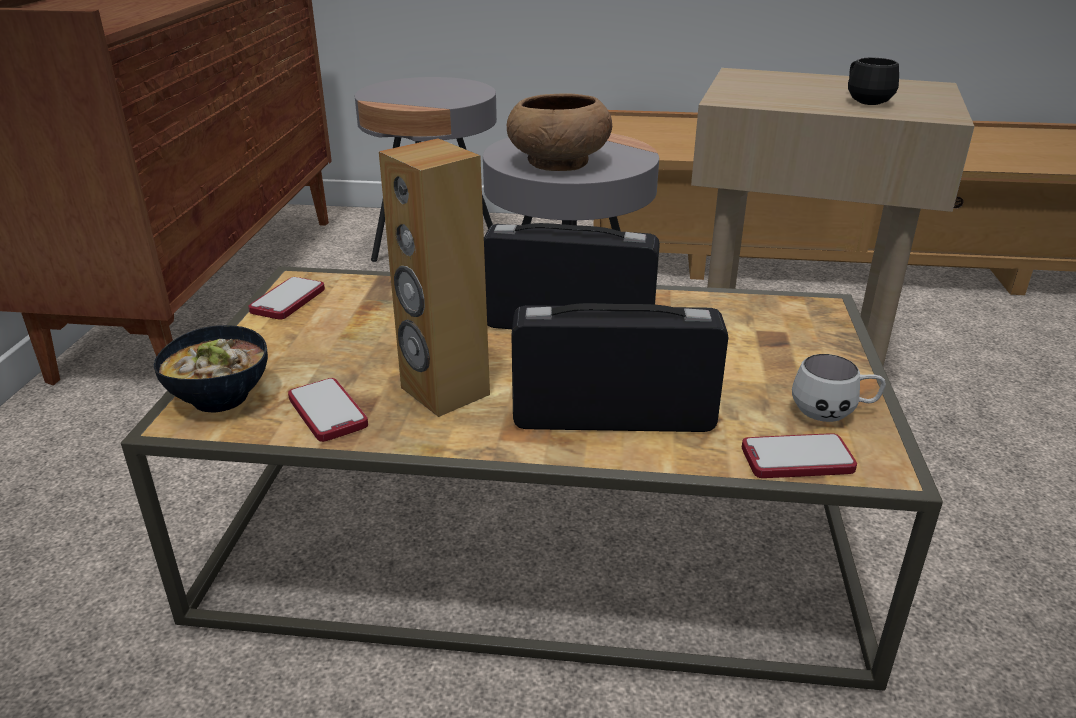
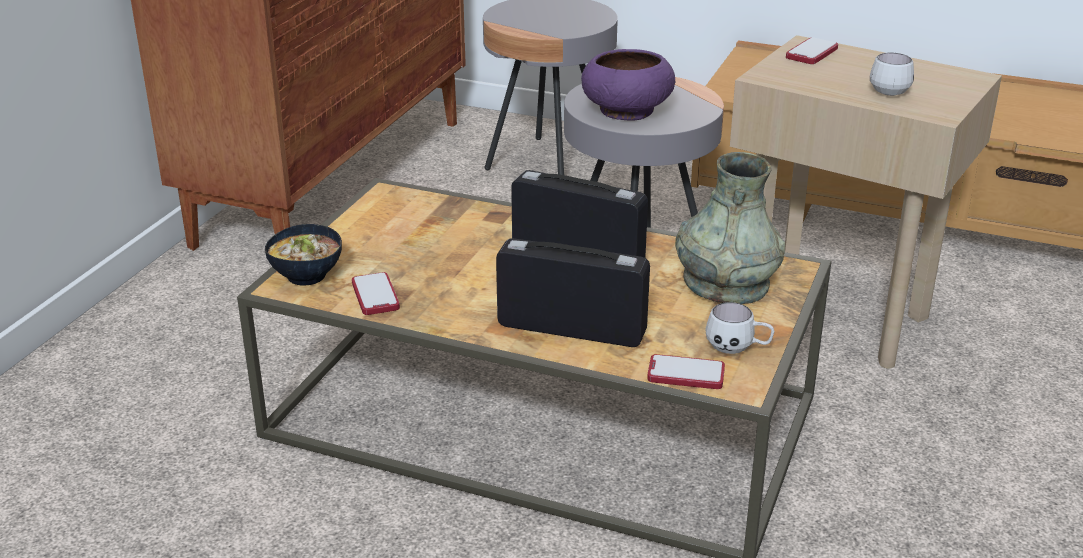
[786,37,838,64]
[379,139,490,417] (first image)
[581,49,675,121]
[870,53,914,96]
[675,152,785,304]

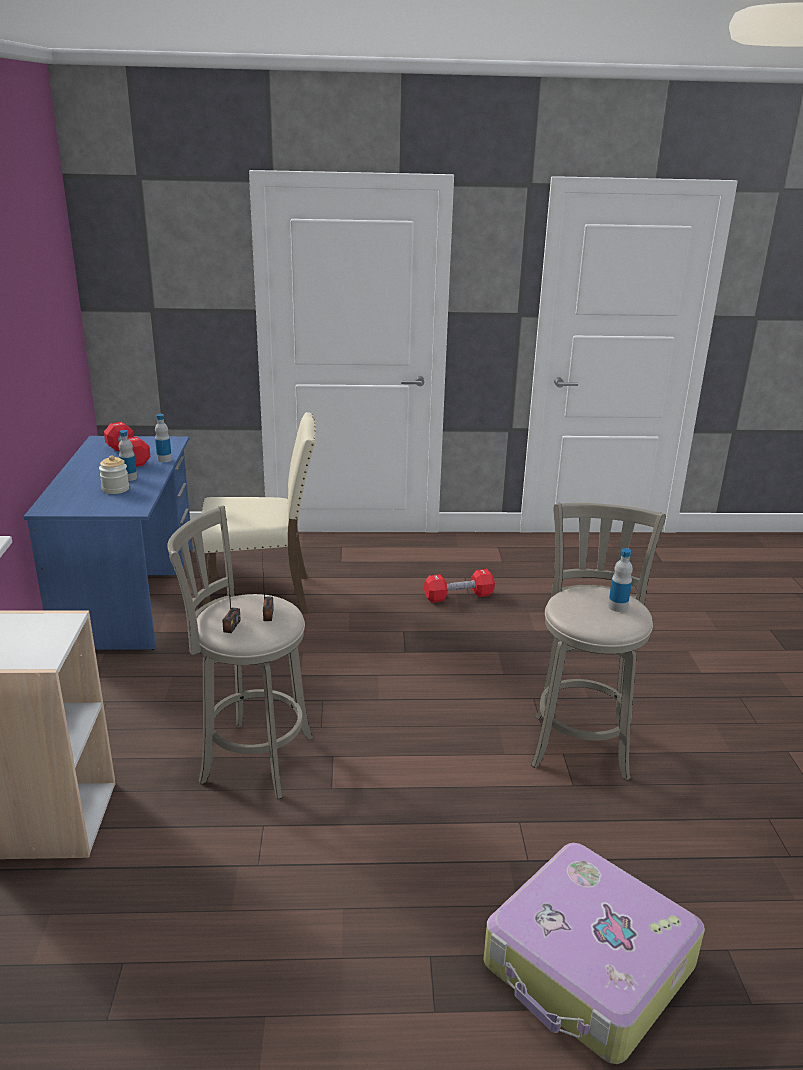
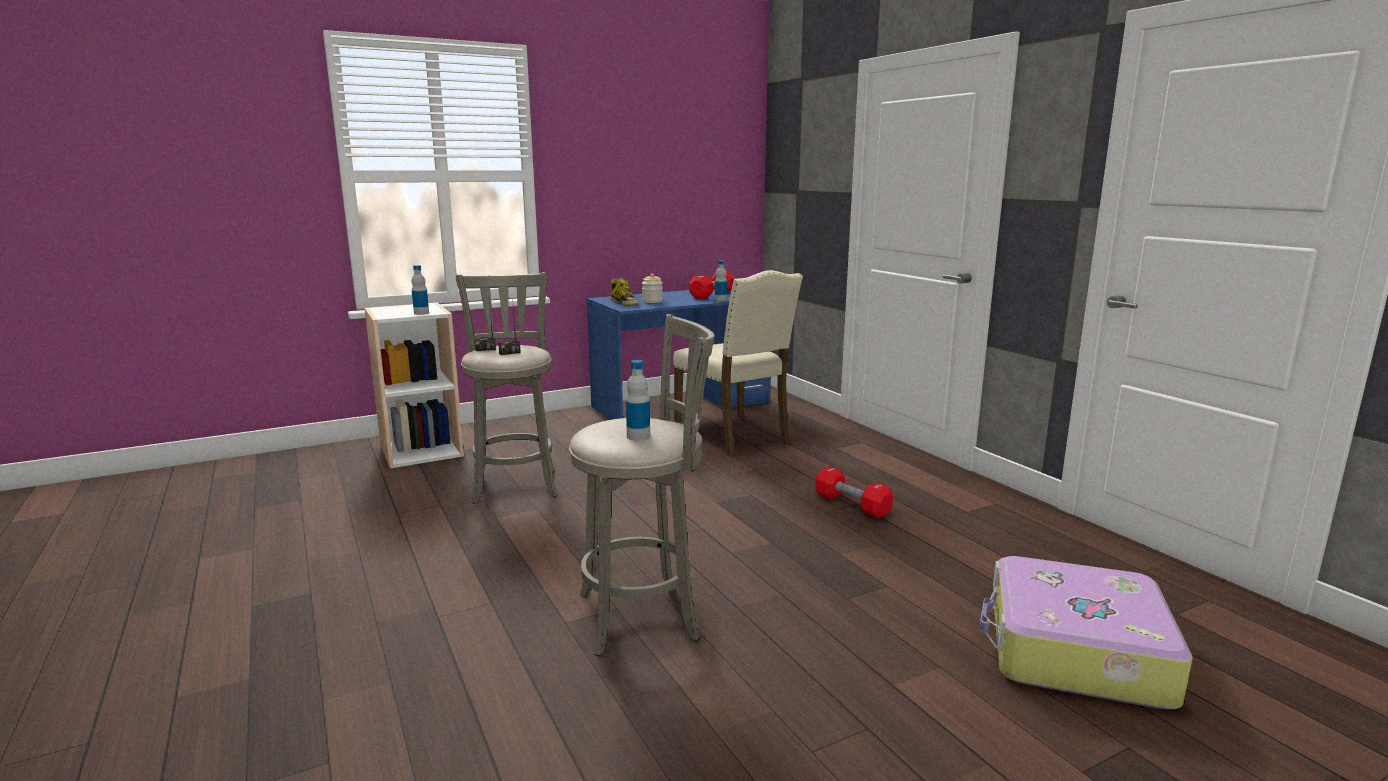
[412,265,429,315]
[979,556,1192,709]
[611,278,639,305]

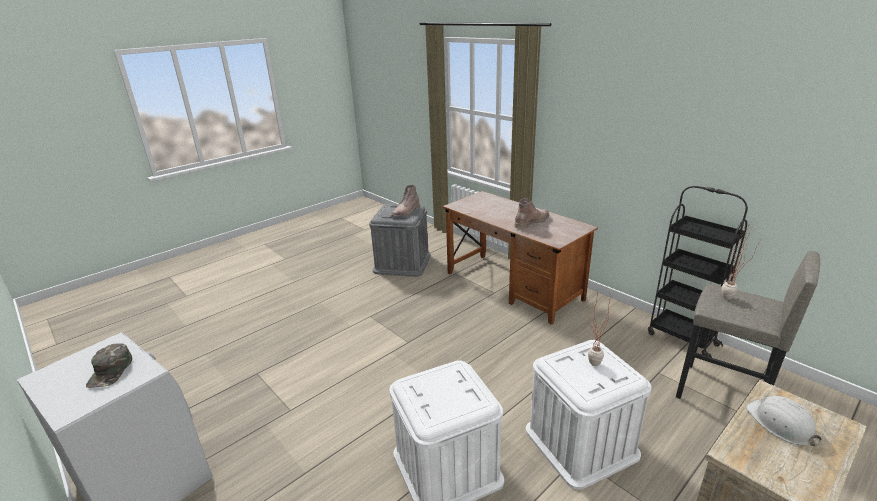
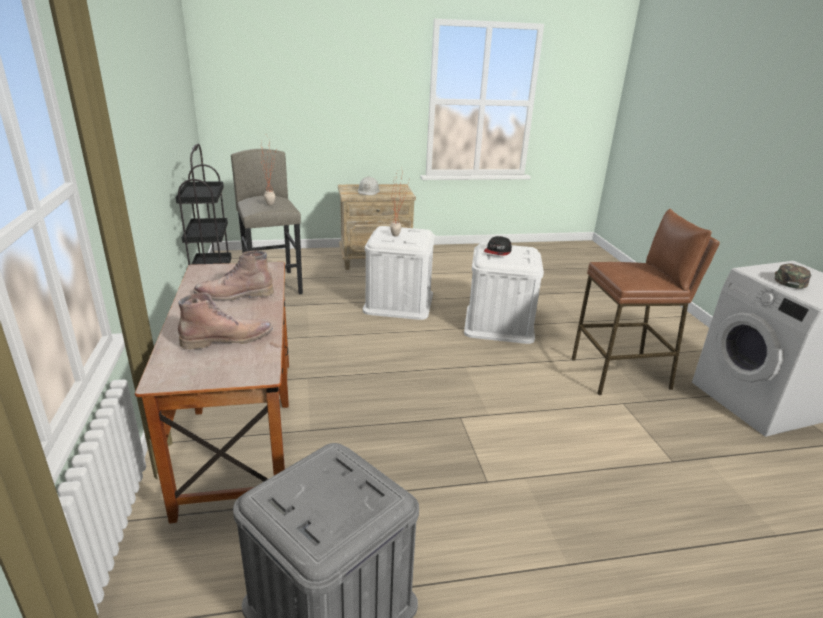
[178,293,273,349]
[484,236,512,255]
[572,209,720,395]

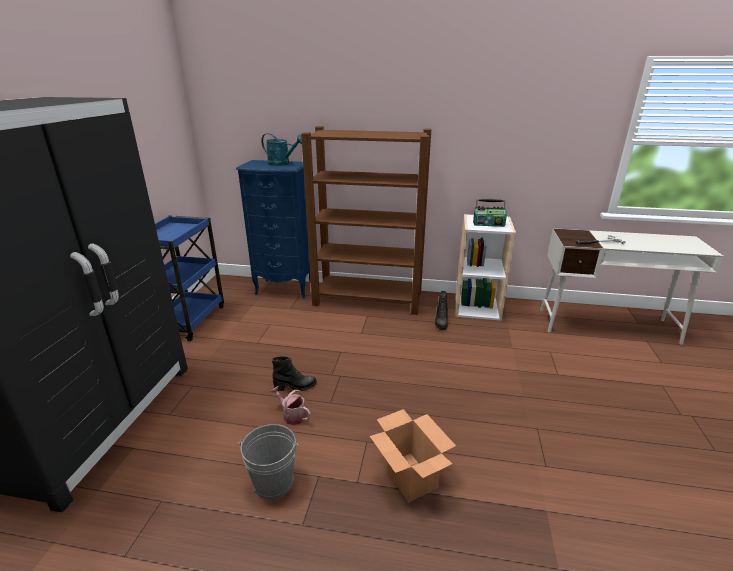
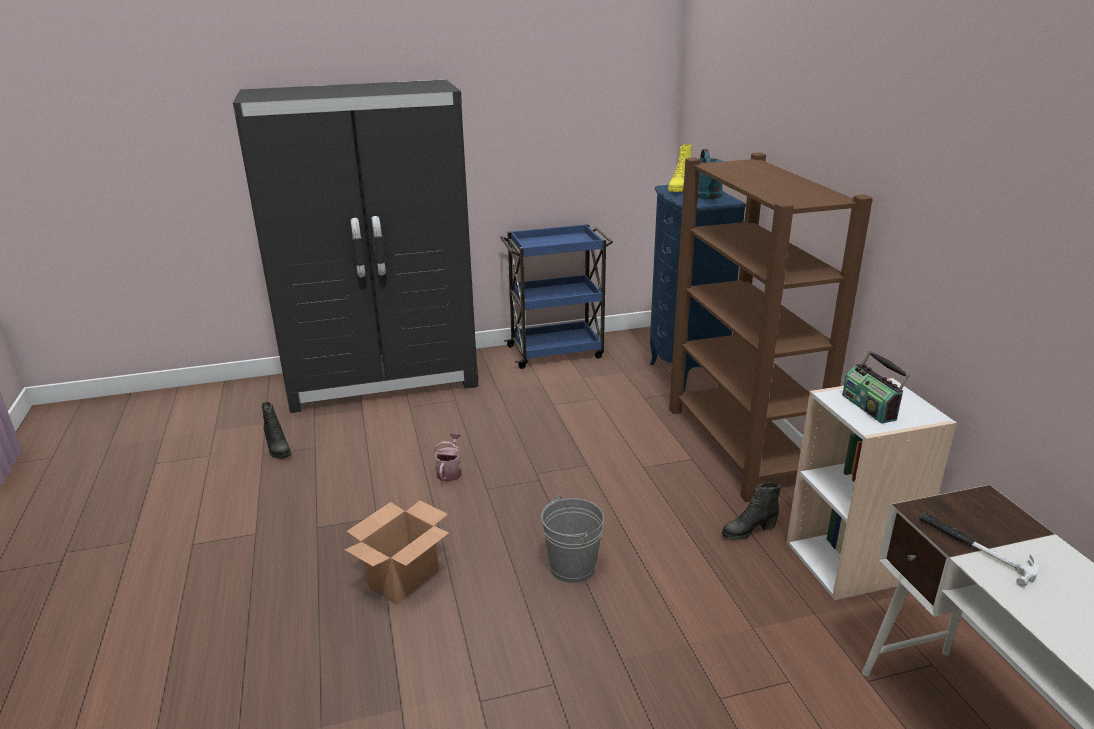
[541,495,604,583]
[262,402,291,459]
[668,144,692,192]

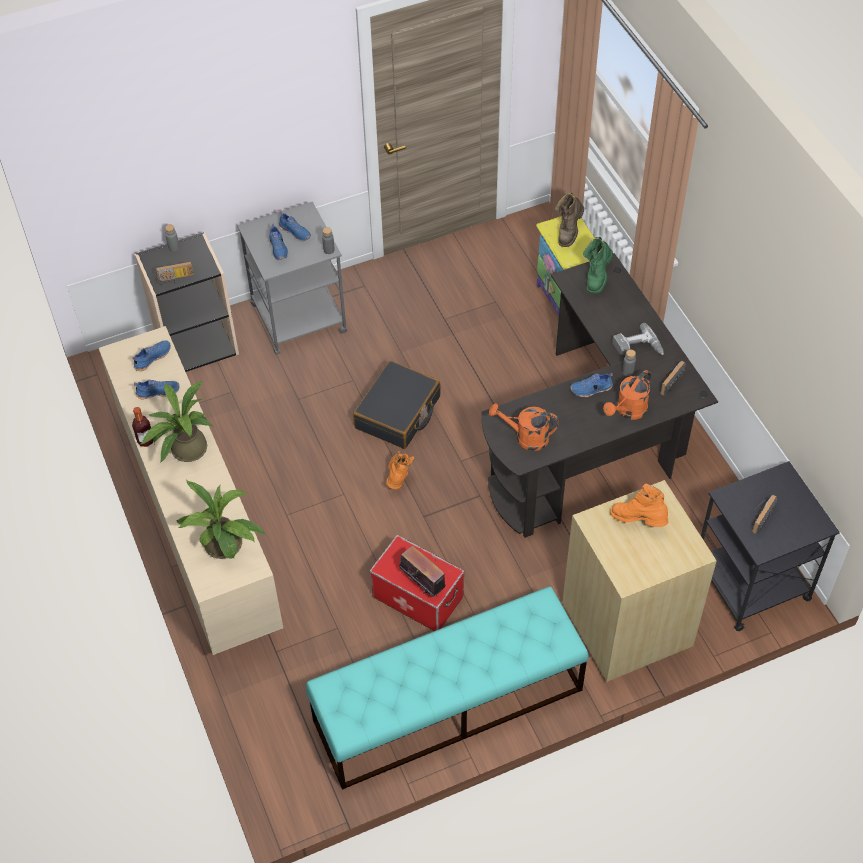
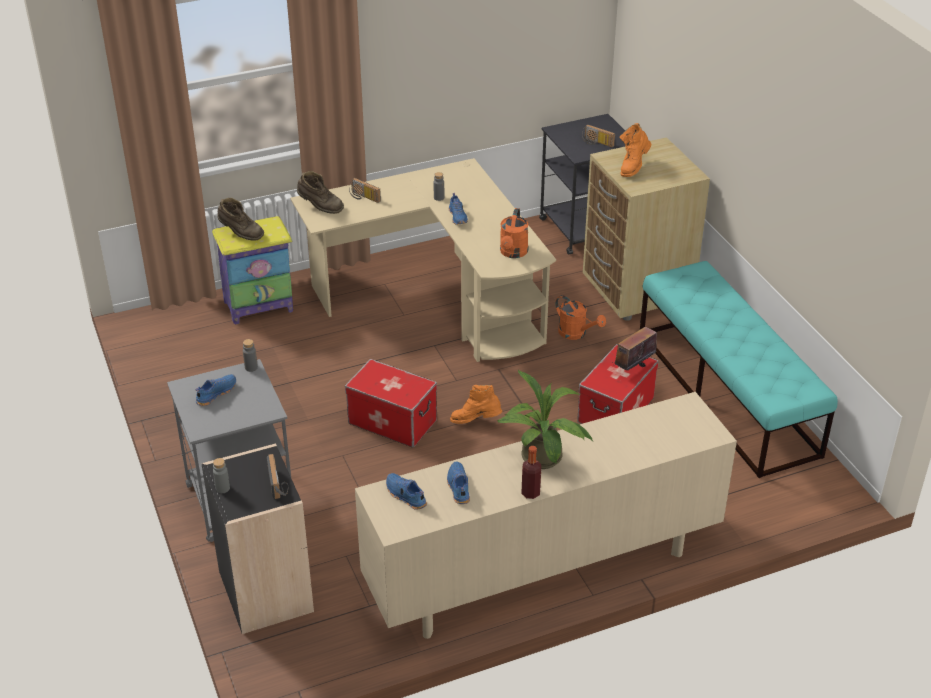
[176,479,266,559] (first image)
[269,224,288,260] (first image)
[345,359,437,448]
[290,158,556,362]
[297,171,344,214]
[555,295,606,340]
[612,323,664,355] (first image)
[349,178,381,203]

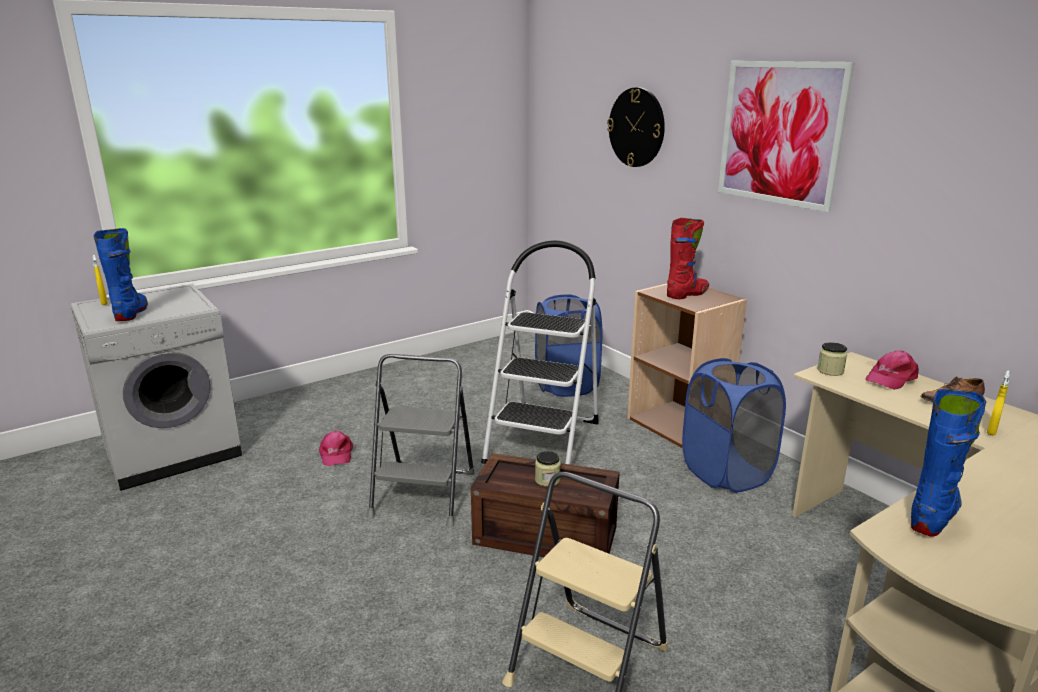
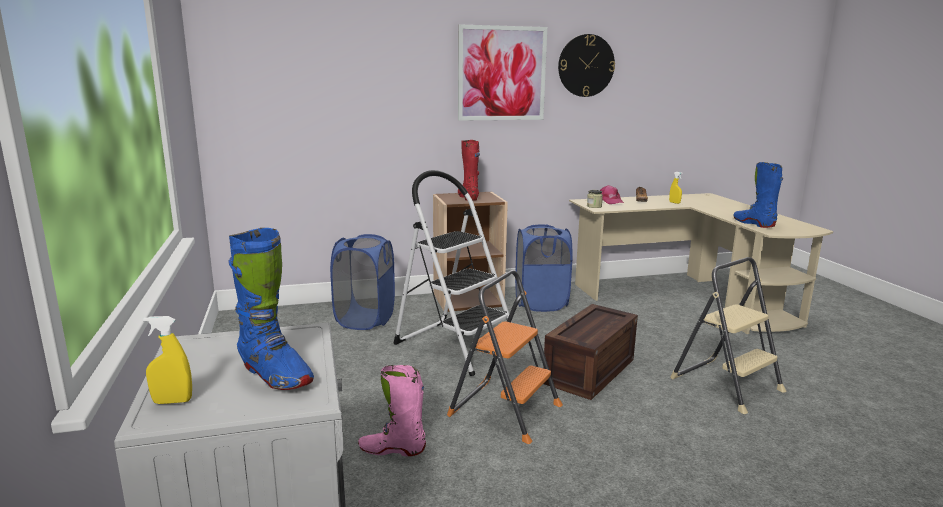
[228,228,314,390]
[358,365,426,456]
[447,270,563,444]
[535,451,561,487] (first image)
[558,34,615,97]

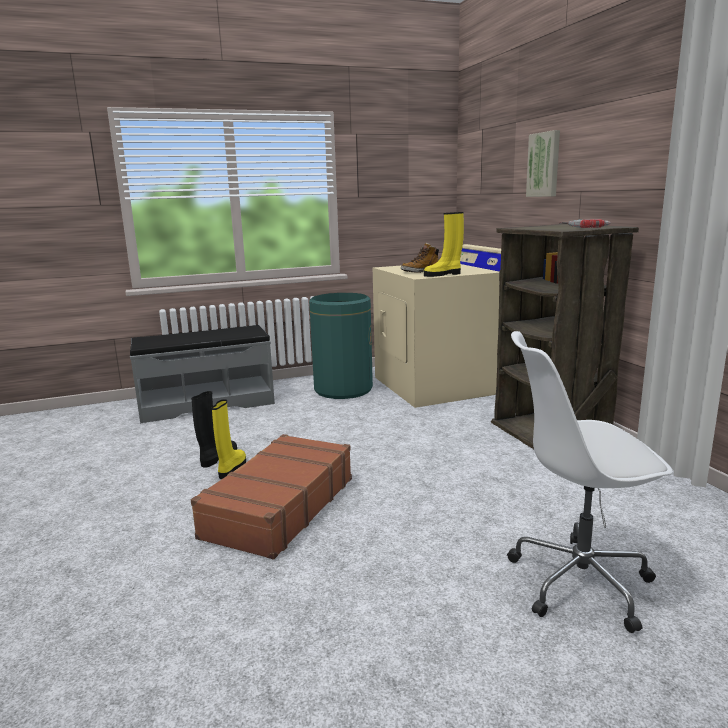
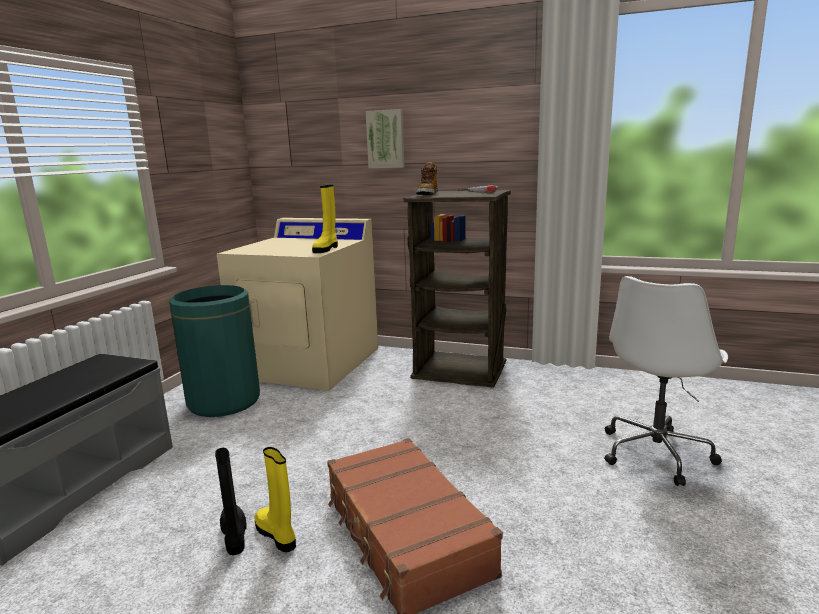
[416,162,438,195]

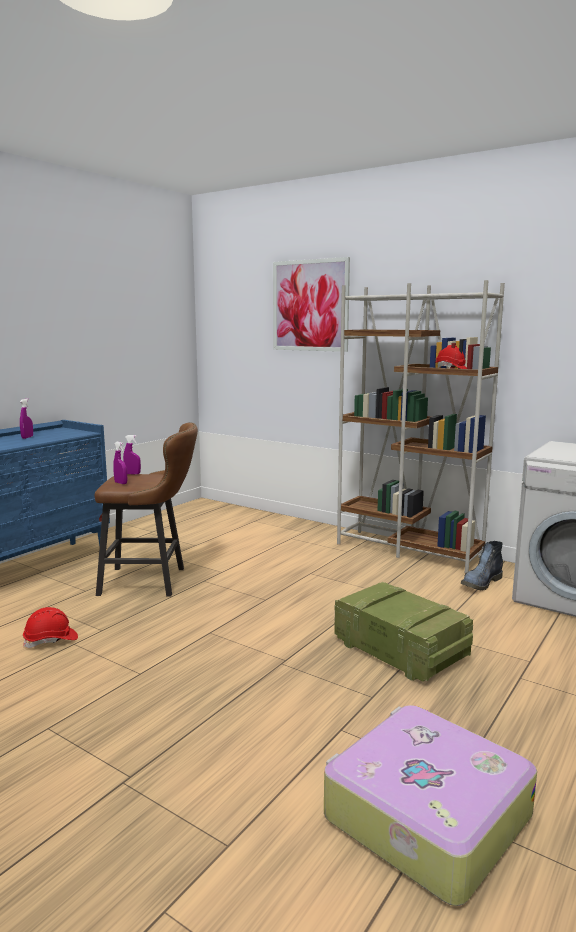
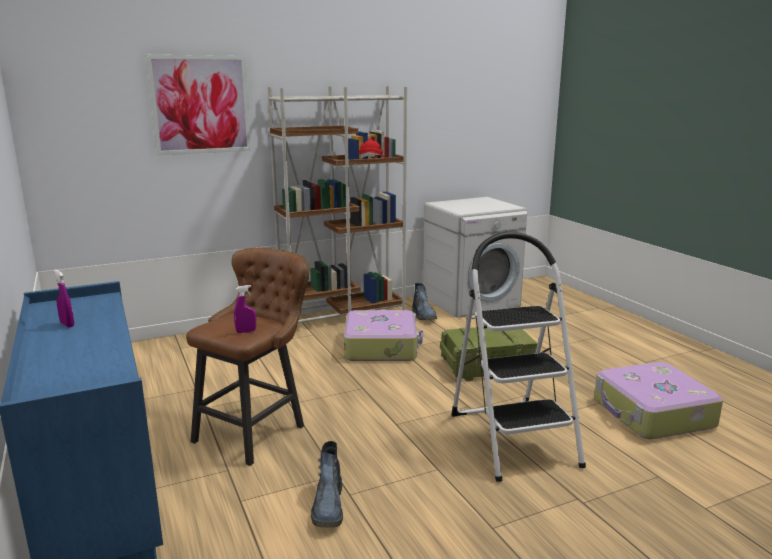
[311,441,343,528]
[123,435,141,475] (first image)
[344,310,423,361]
[451,232,586,482]

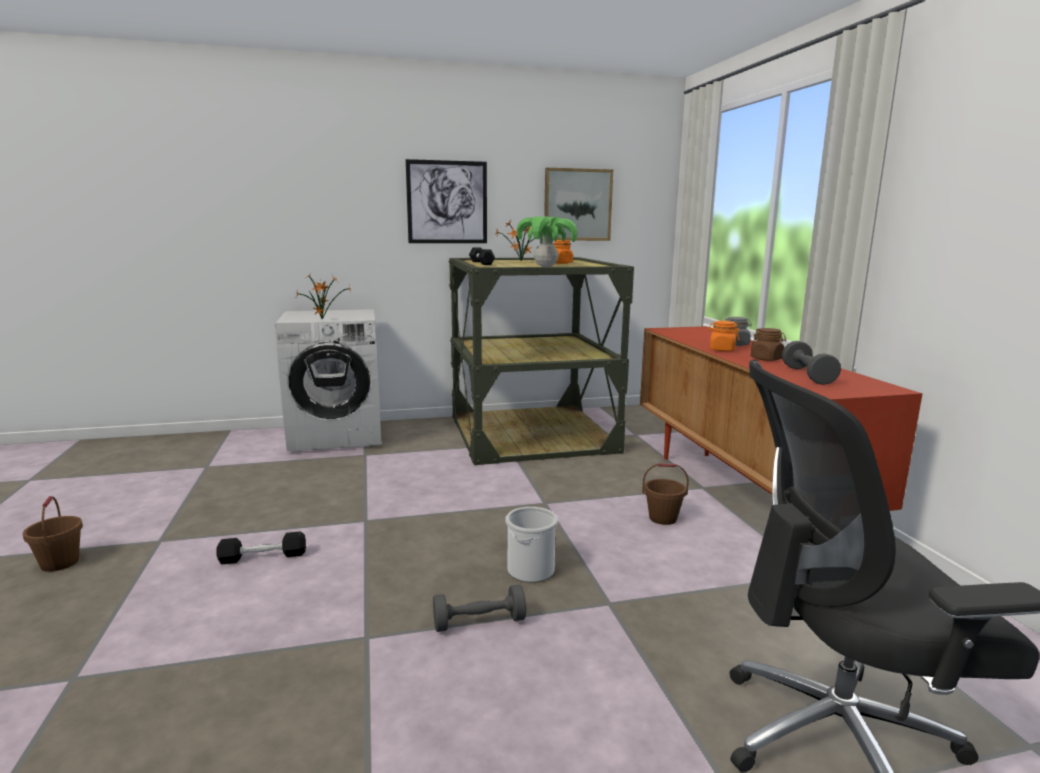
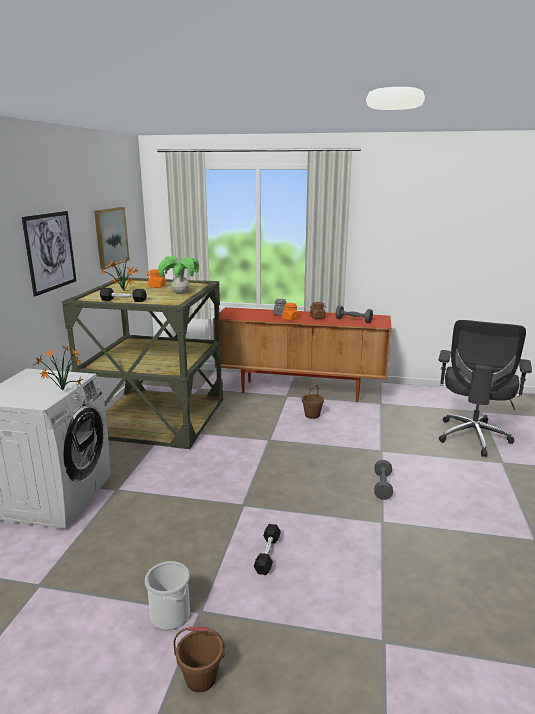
[145,561,190,630]

